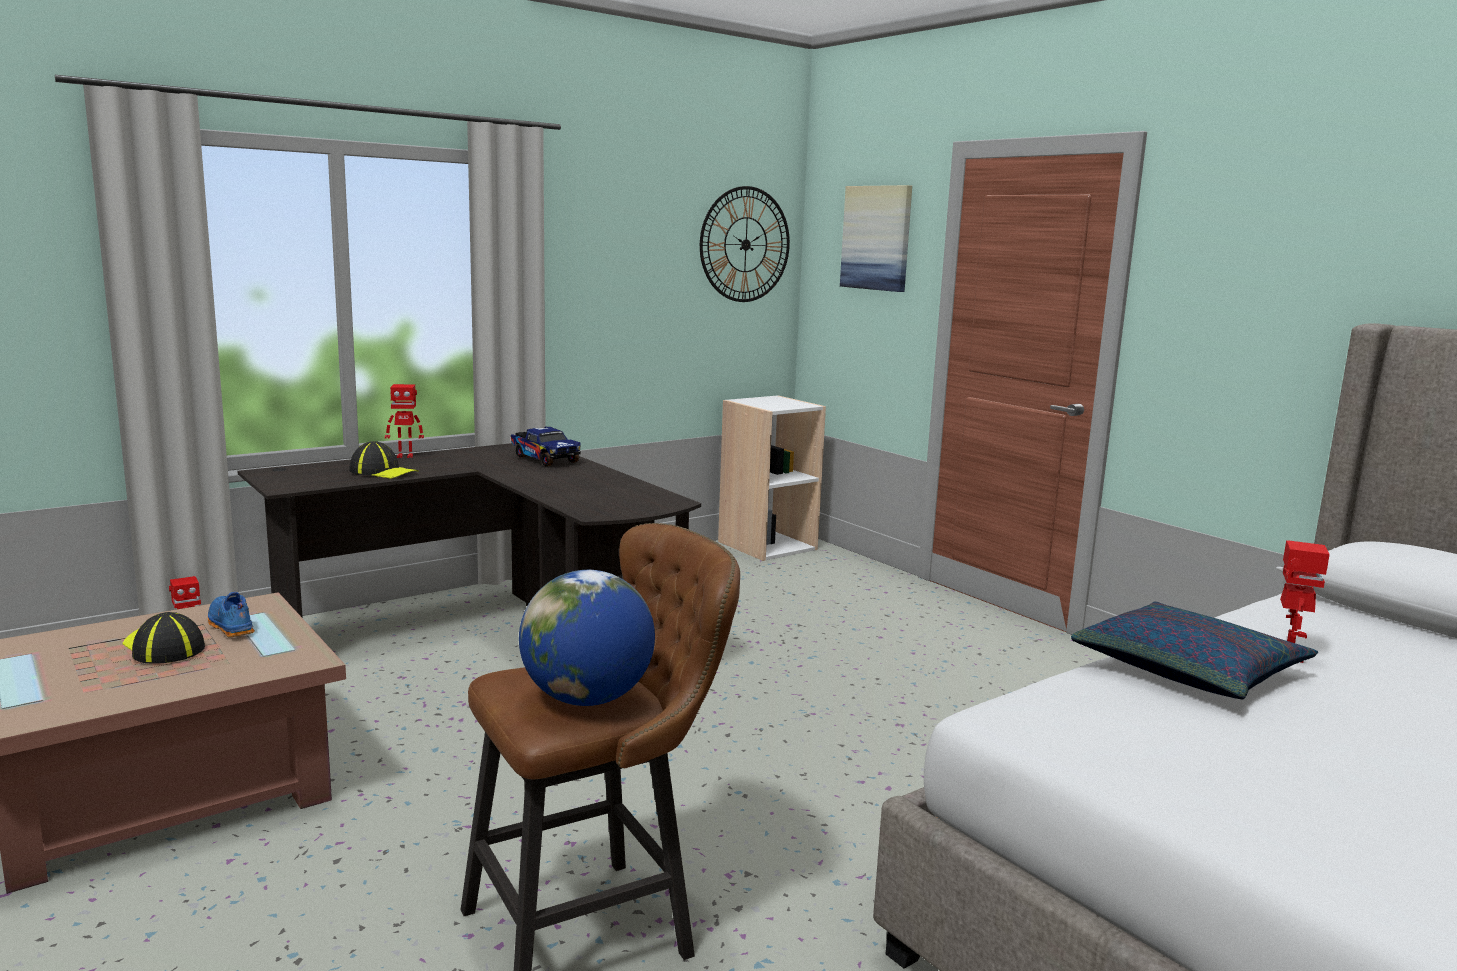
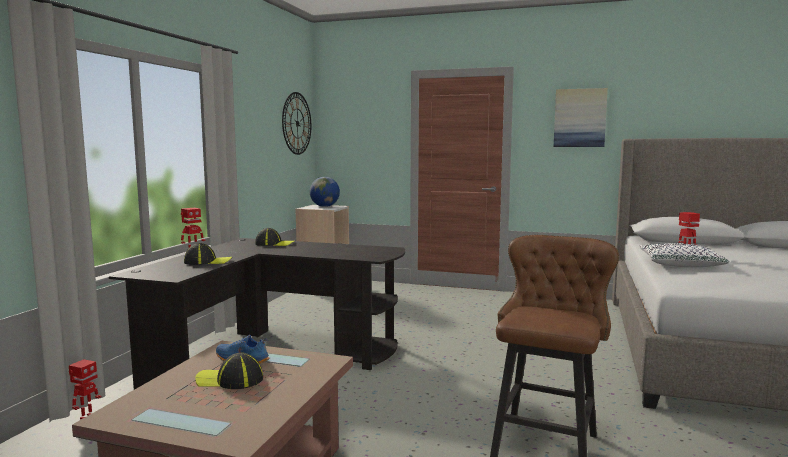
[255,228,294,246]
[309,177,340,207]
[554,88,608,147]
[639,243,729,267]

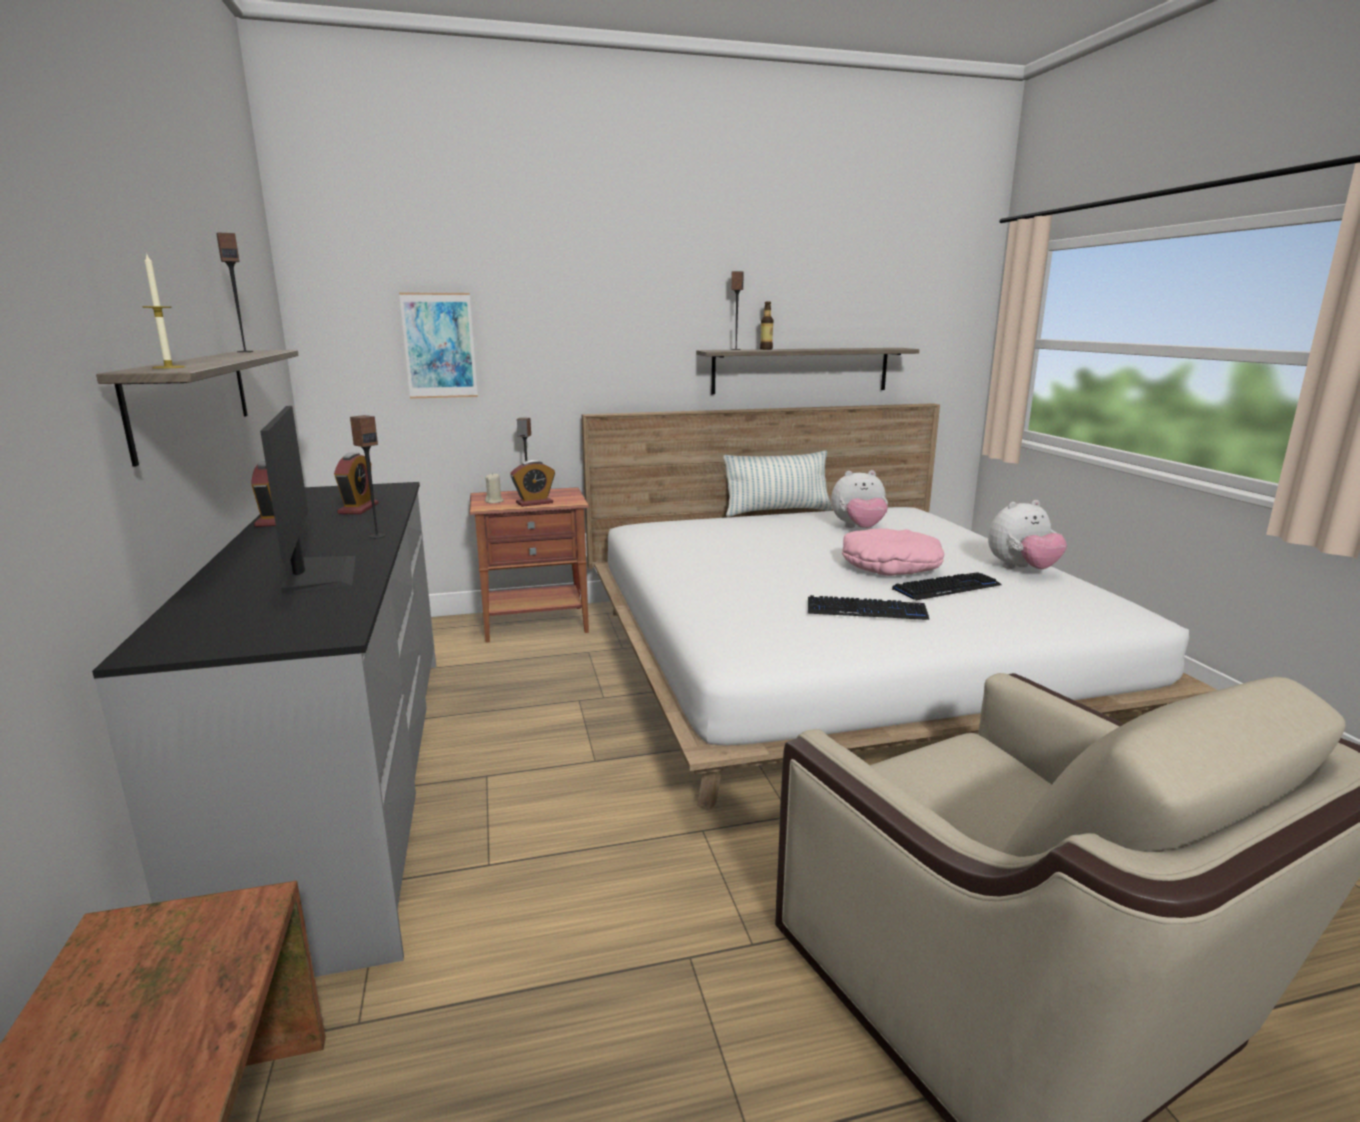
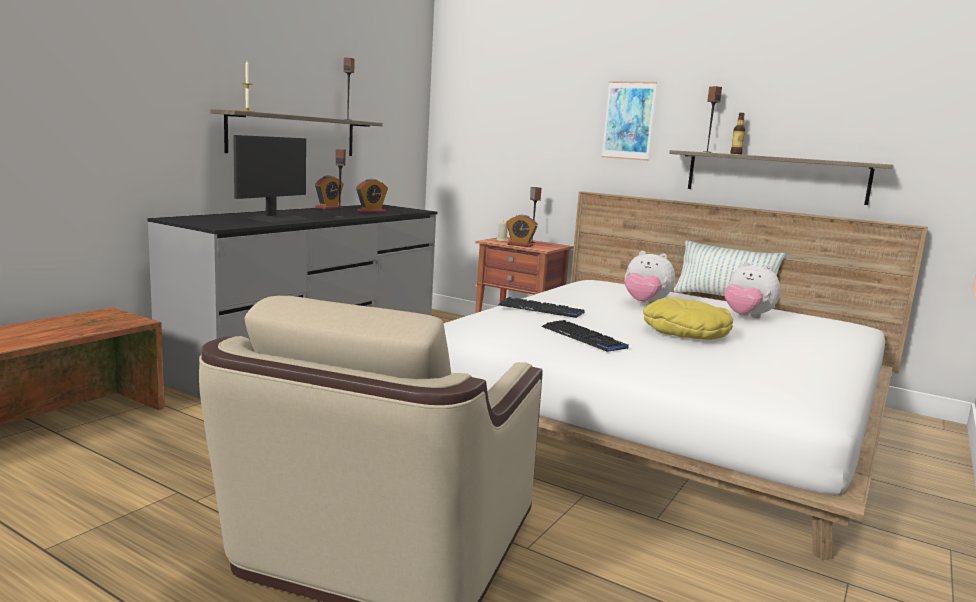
[602,81,657,161]
[643,297,733,340]
[498,297,585,318]
[624,251,675,304]

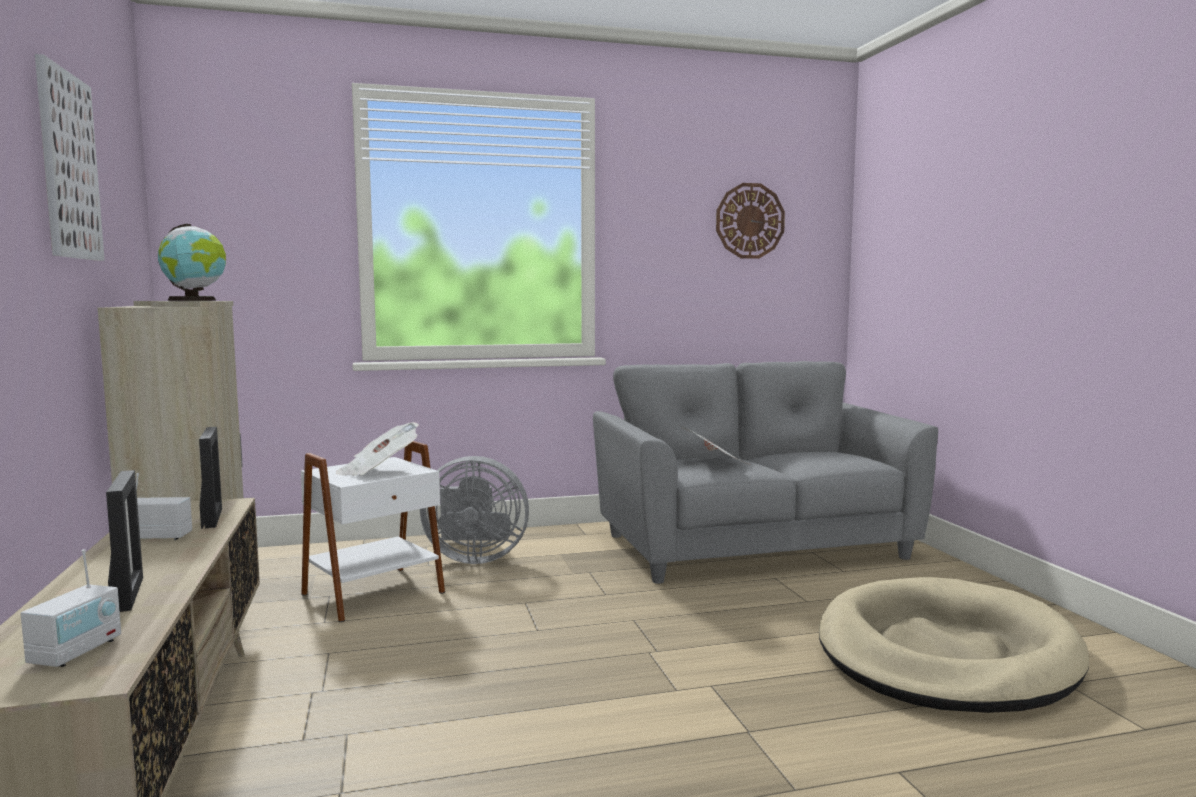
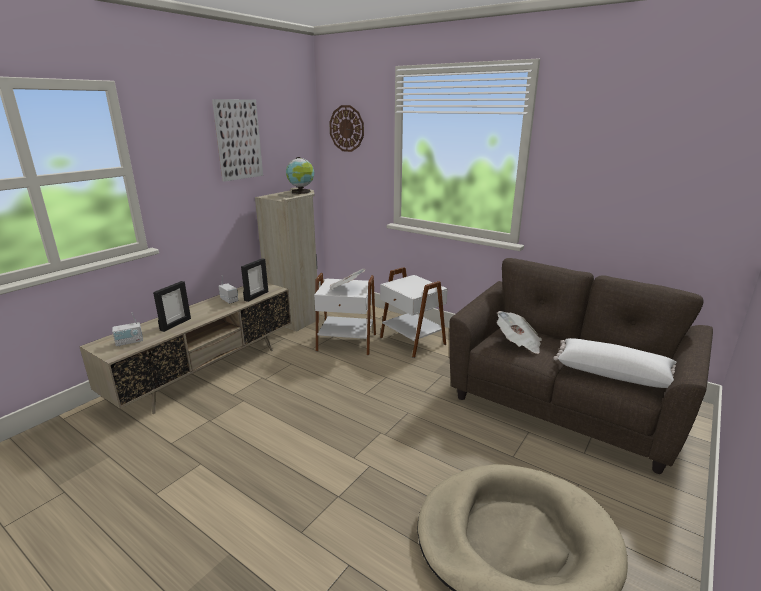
[380,267,448,358]
[449,258,713,474]
[329,105,364,152]
[553,338,676,388]

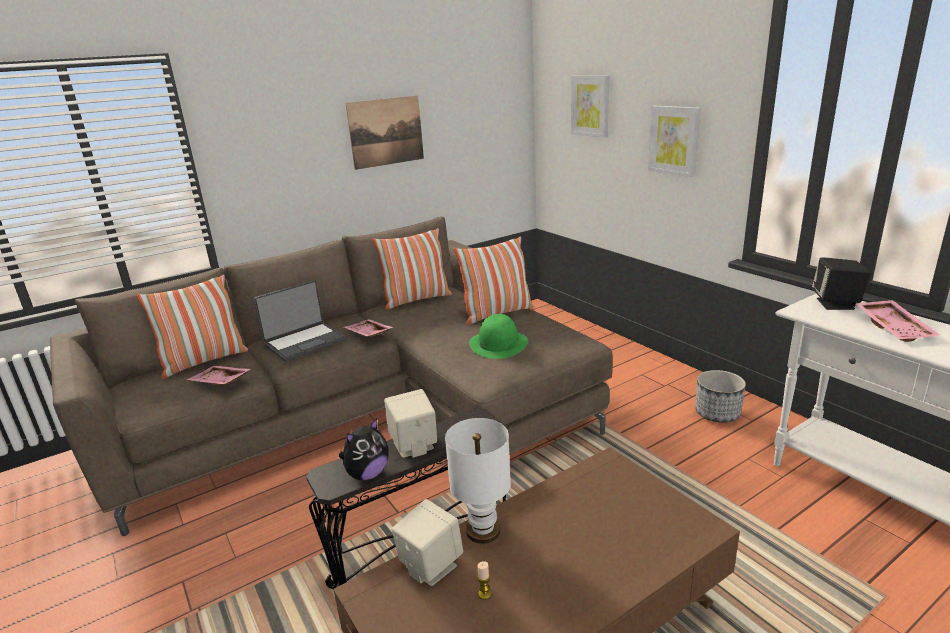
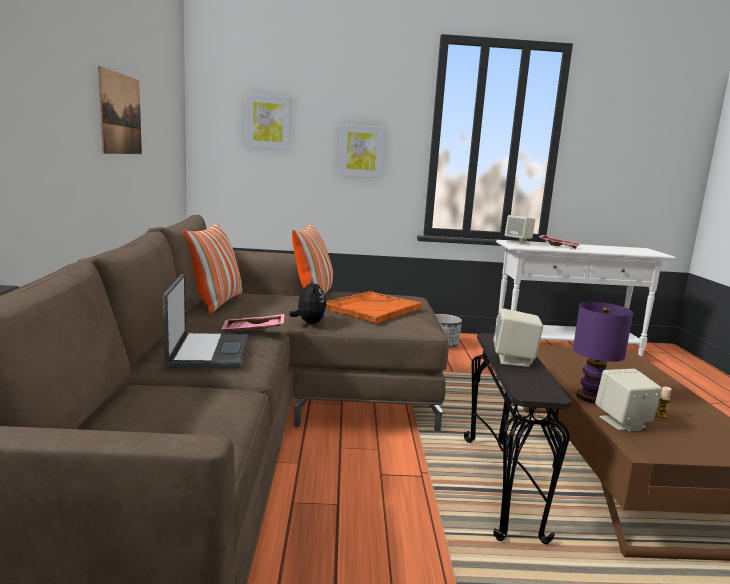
[136,274,248,379] (first image)
[186,366,251,385] (first image)
[289,278,327,324]
[573,302,633,403]
[326,291,422,324]
[505,215,536,245]

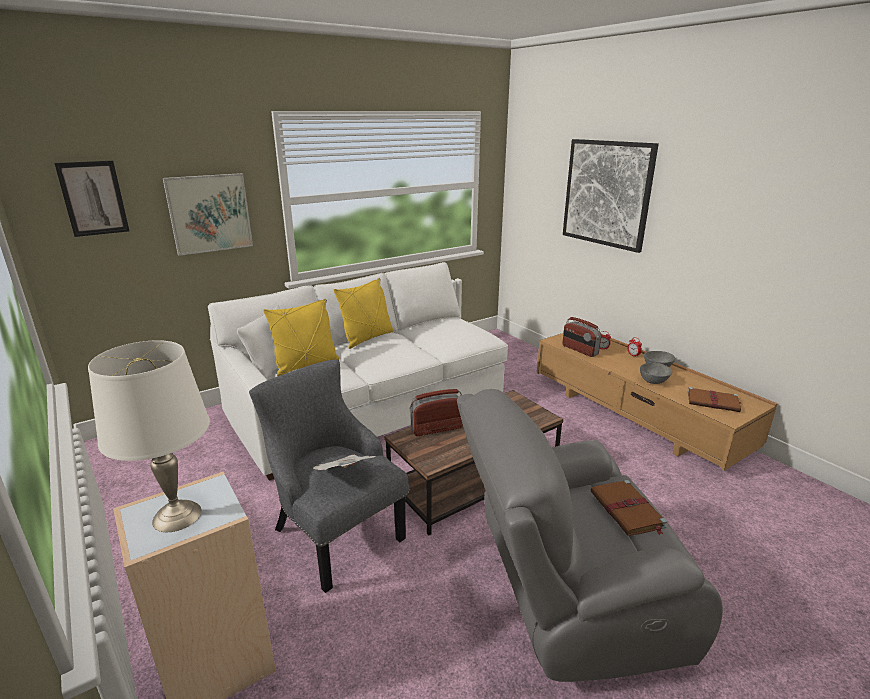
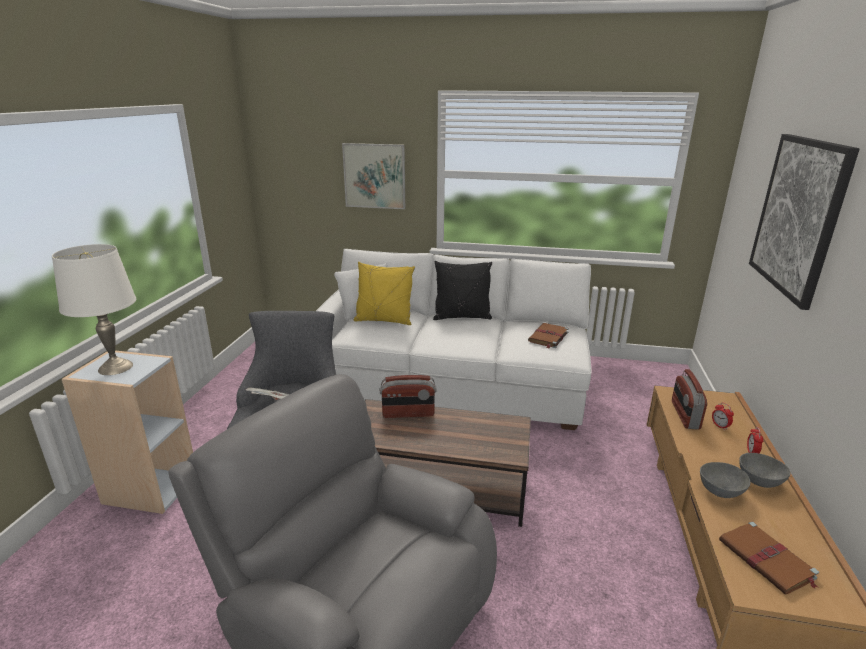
[54,161,129,237] (first image)
[433,261,492,320]
[380,375,436,418]
[528,323,569,348]

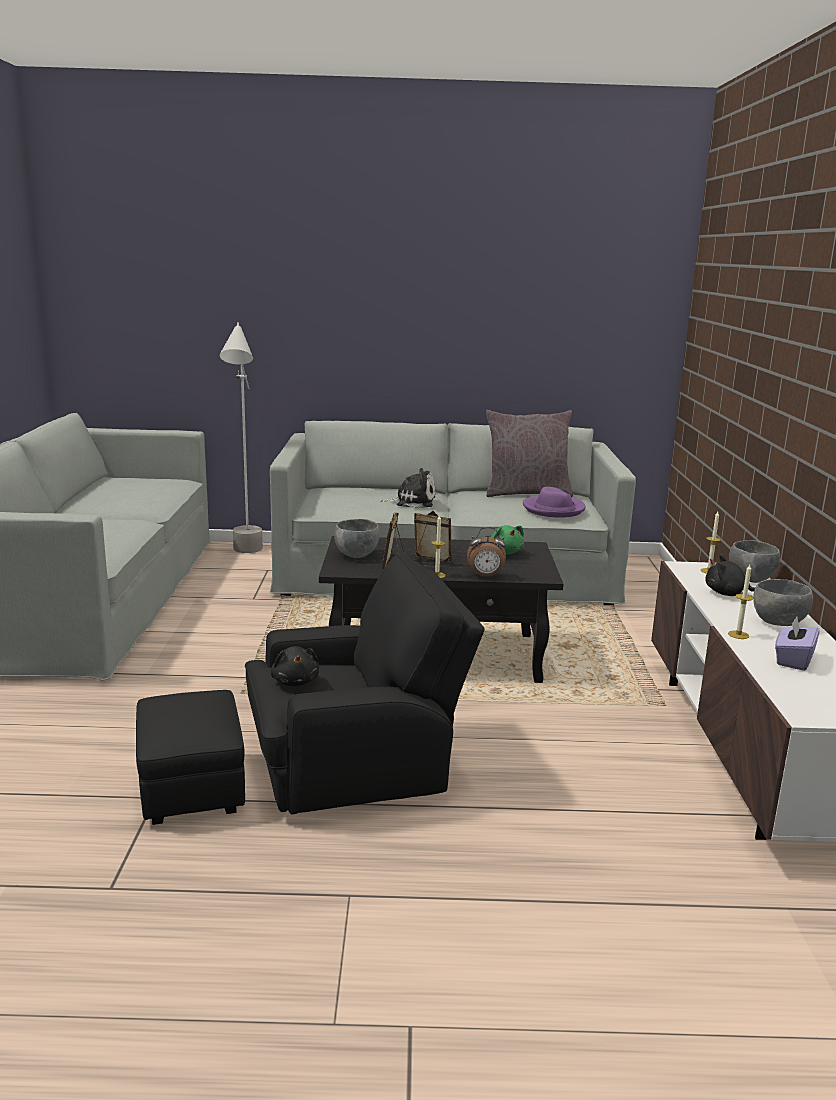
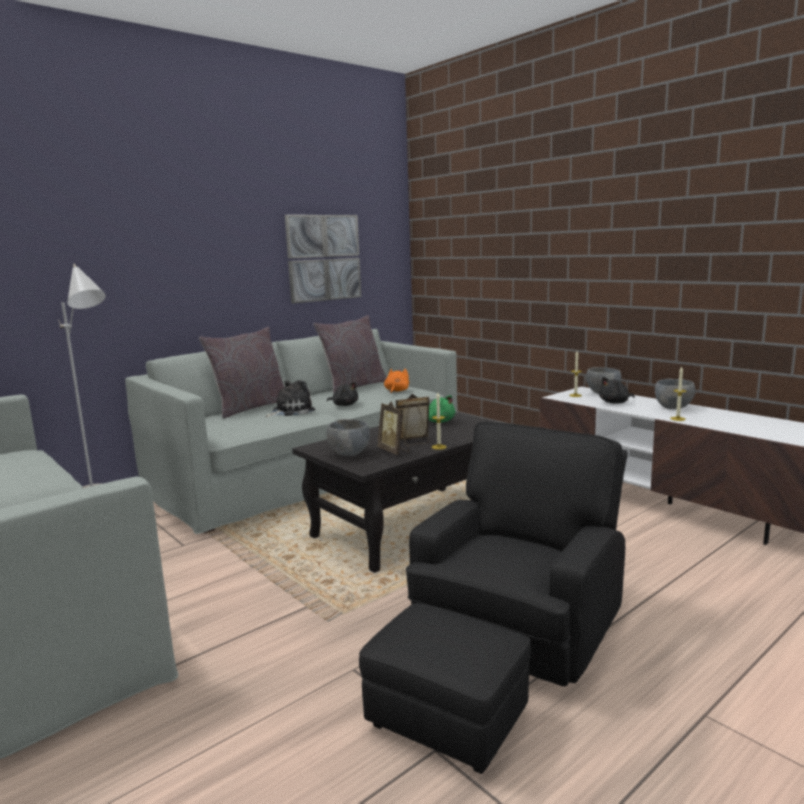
[327,382,358,406]
[467,527,506,578] (first image)
[384,369,409,393]
[775,617,820,671] (first image)
[199,327,285,418]
[285,215,361,304]

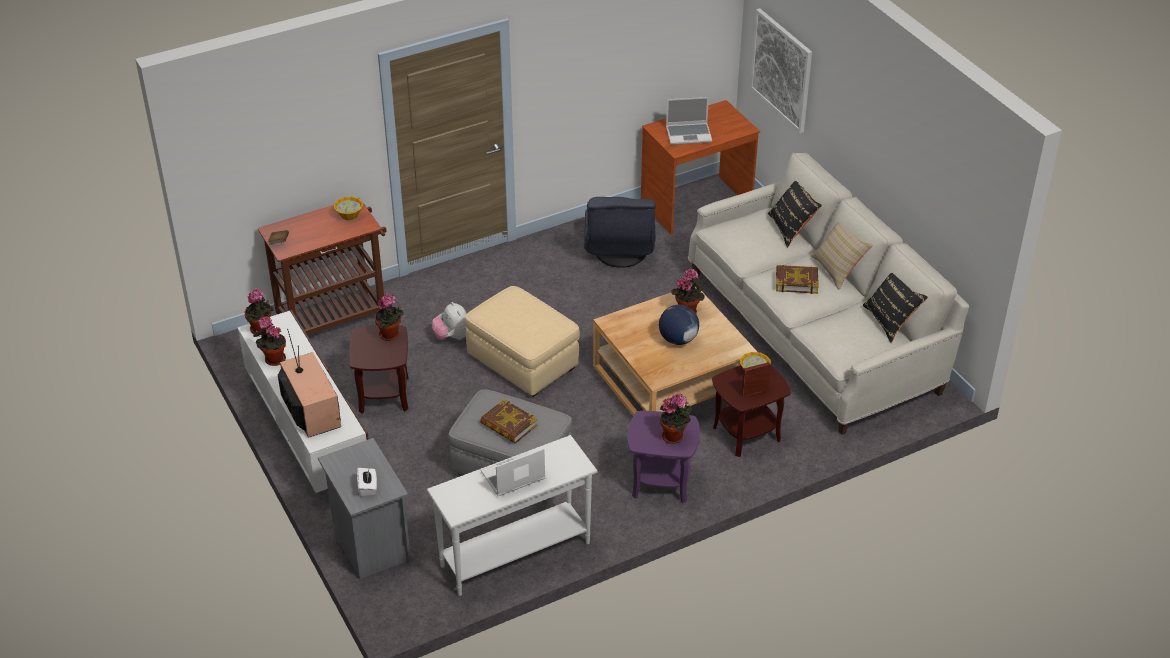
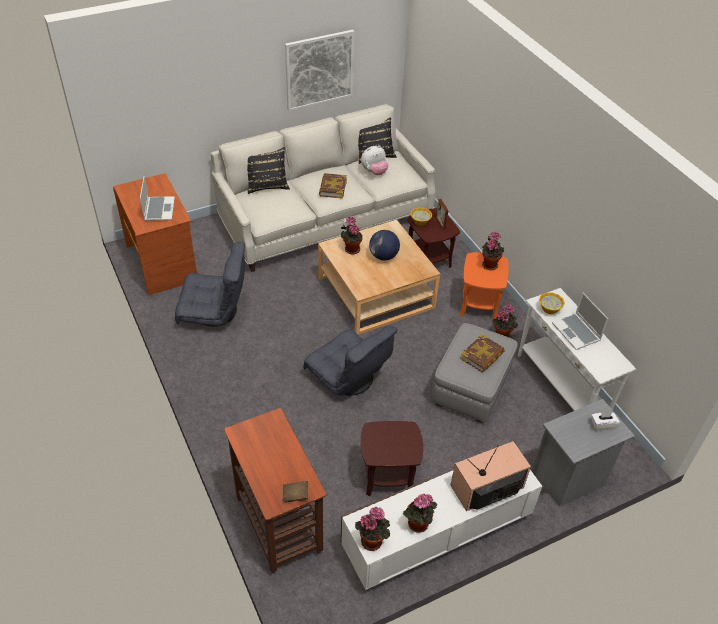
[539,292,565,314]
[492,304,518,337]
[361,145,388,175]
[303,326,397,396]
[460,252,509,319]
[285,30,354,111]
[811,221,873,290] (first image)

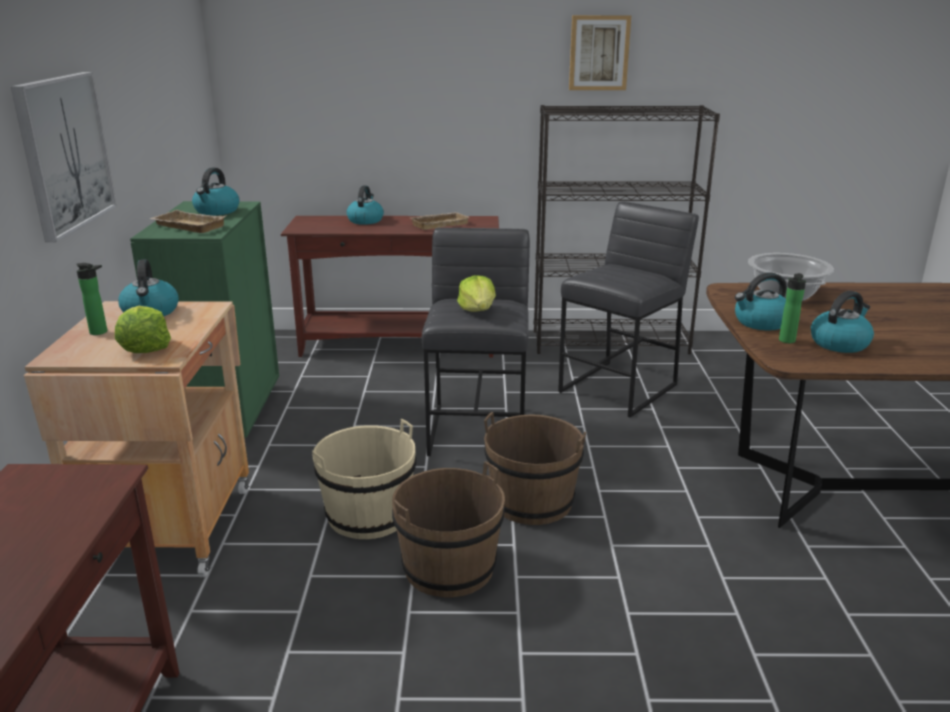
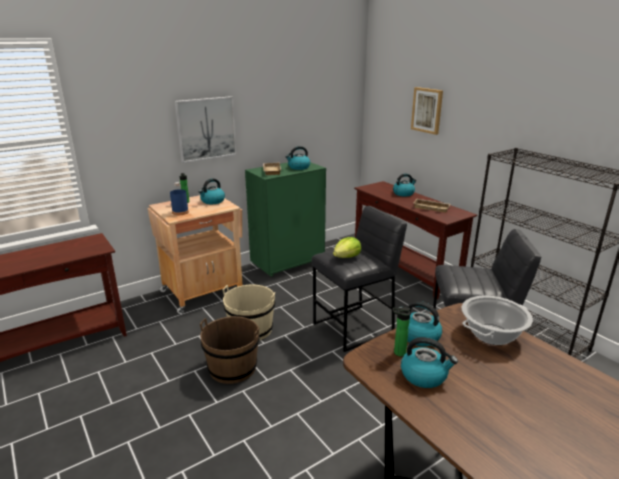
[170,182,189,215]
[484,412,586,525] (first image)
[411,87,443,135]

